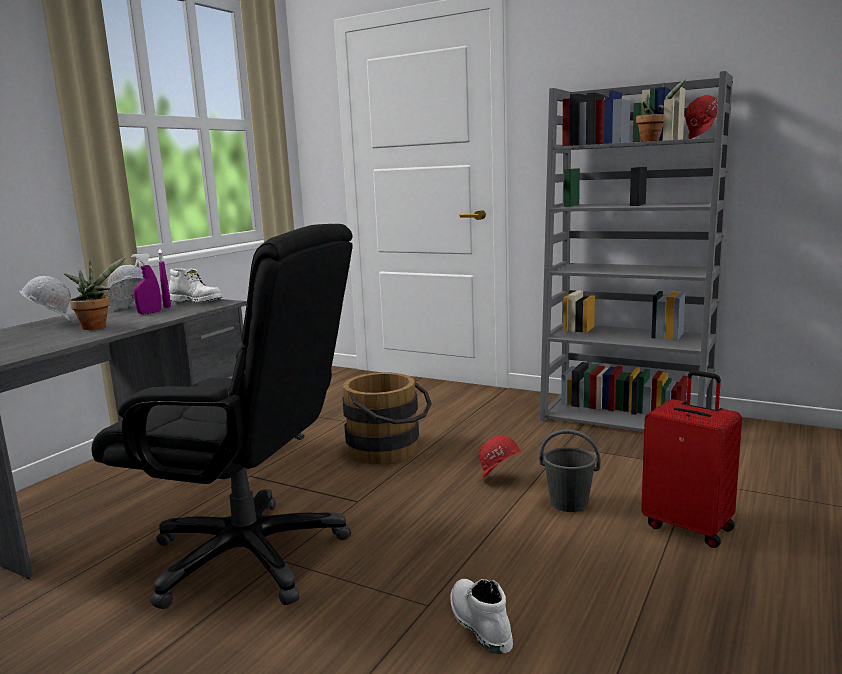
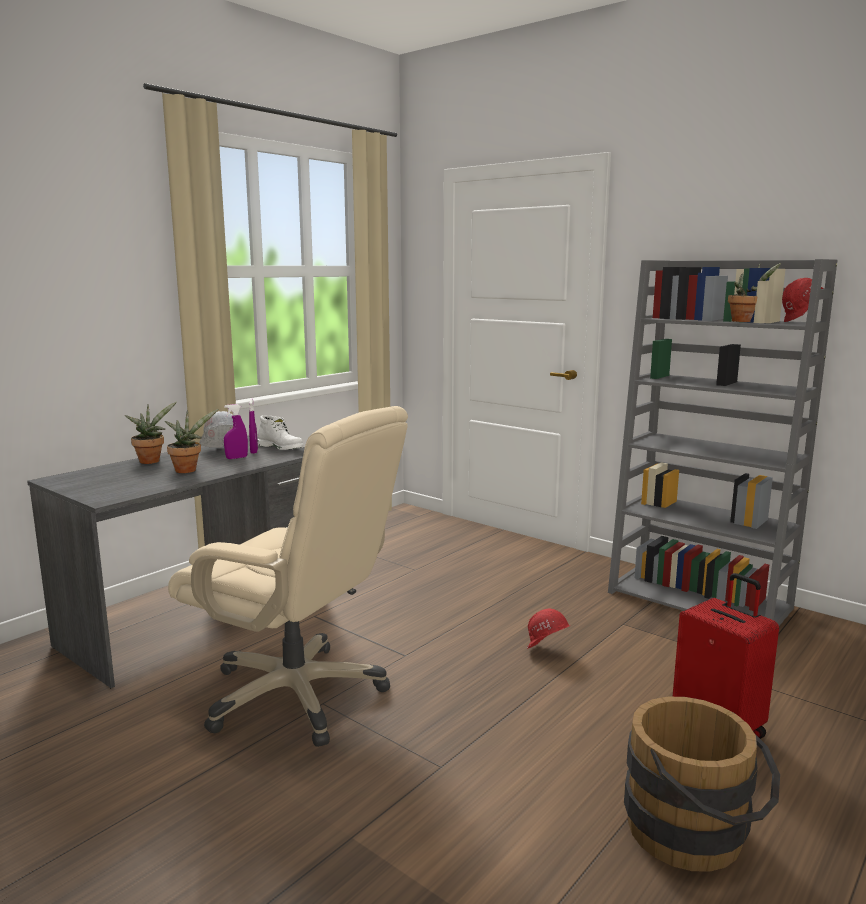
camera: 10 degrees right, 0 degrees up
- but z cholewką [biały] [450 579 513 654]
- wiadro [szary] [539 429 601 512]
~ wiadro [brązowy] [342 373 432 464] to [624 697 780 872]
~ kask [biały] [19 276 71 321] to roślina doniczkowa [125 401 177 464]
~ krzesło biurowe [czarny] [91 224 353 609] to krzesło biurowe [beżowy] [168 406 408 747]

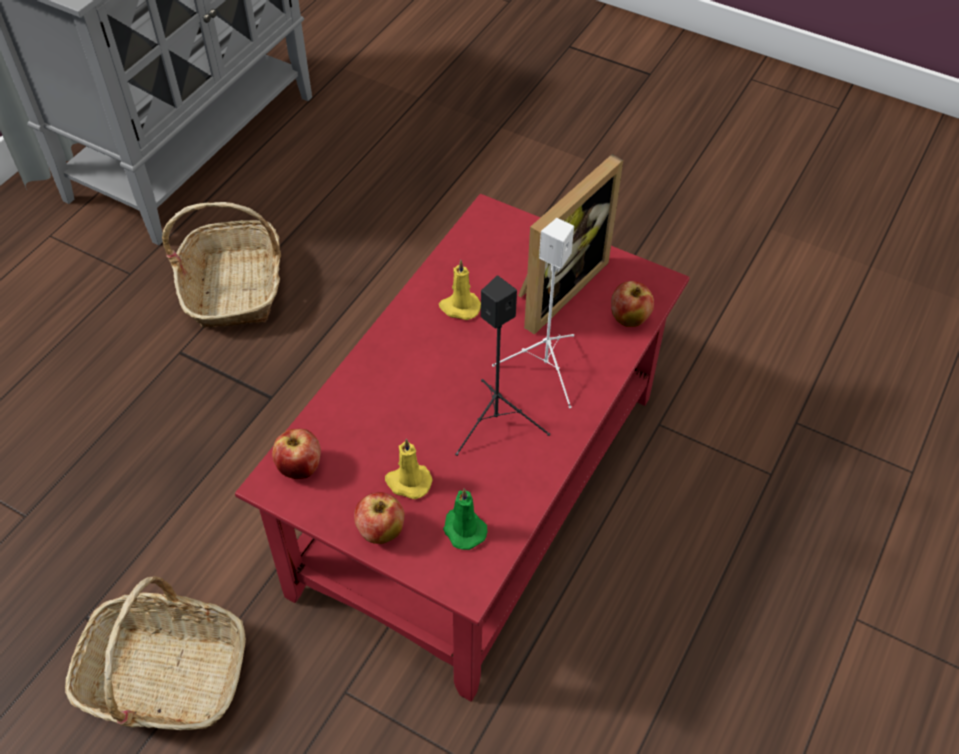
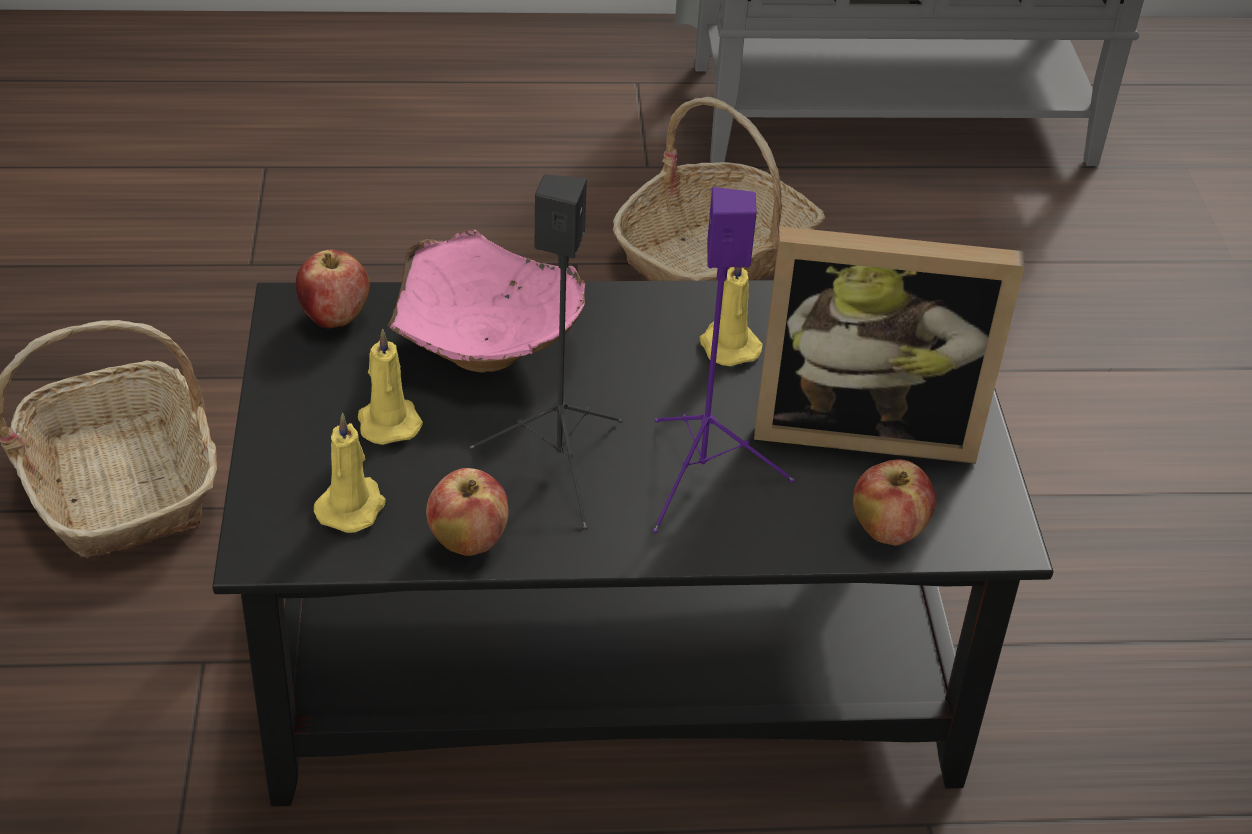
camera: 55 degrees right, 10 degrees down
+ miska [różowy] [387 229 585 372]
~ jabłko [354 492 405 544] to [426 468 508 556]
~ ława [czerwony] [235 194 690 702] to ława [czarny] [212 280 1053 806]
~ świeca [zielony] [443 488 488 550] to świeca [żółty] [314 413 386 533]
~ głośnik [biały] [492 218 574 408] to głośnik [fioletowy] [653 187 795 533]

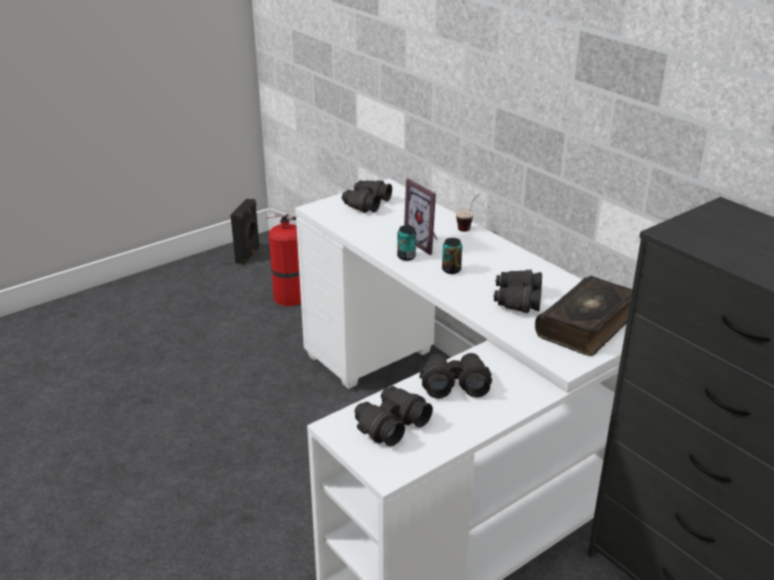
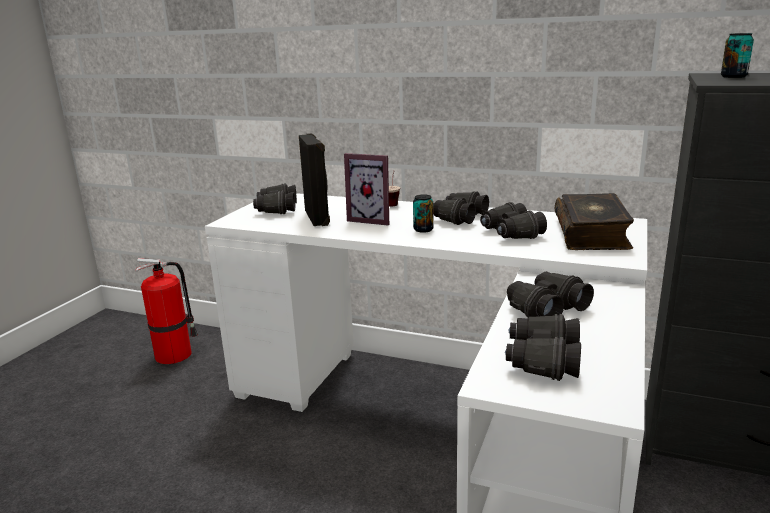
camera: 30 degrees left, 10 degrees down
+ lornetka [czarny] [433 192 489 225]
~ głośnik [czarny] [231 199 260 265] to [299 133 330 226]
~ puszka [397 225 416 261] to [721 33 754 78]

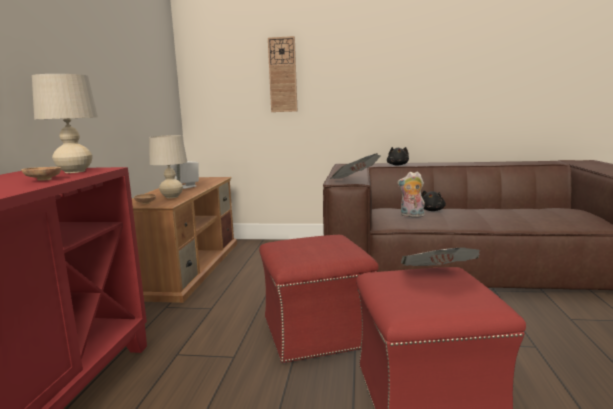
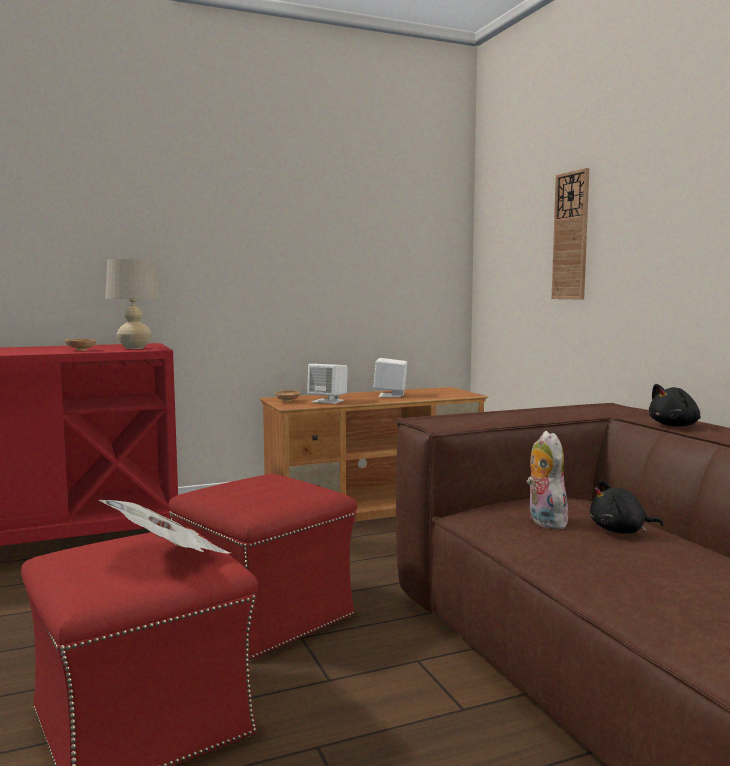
camera: 60 degrees right, 5 degrees down
- gazeta [330 153 381 179]
~ lampa stołowa [beżowy] [149 135 187 198] to głośnik [biały] [307 364 348 404]

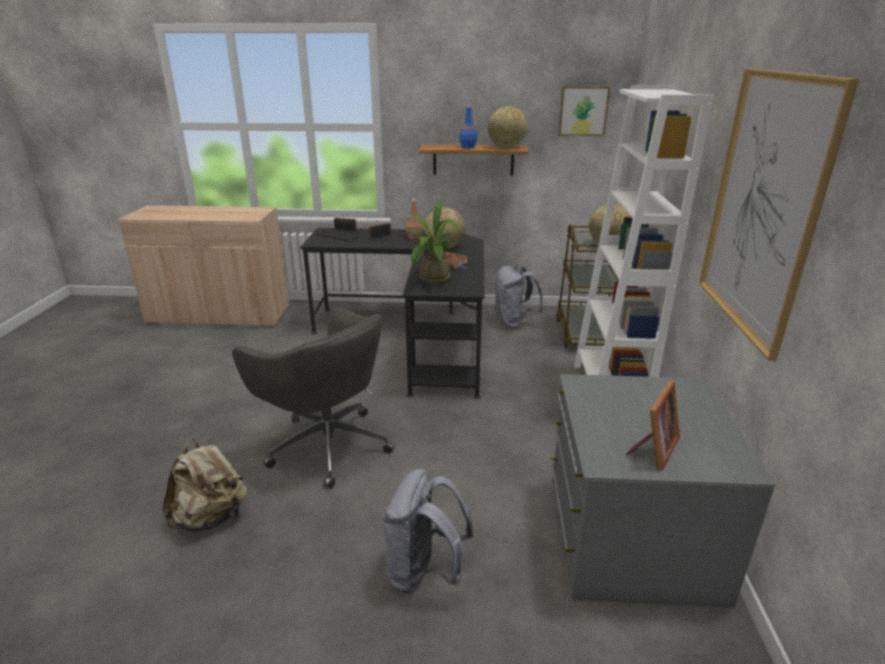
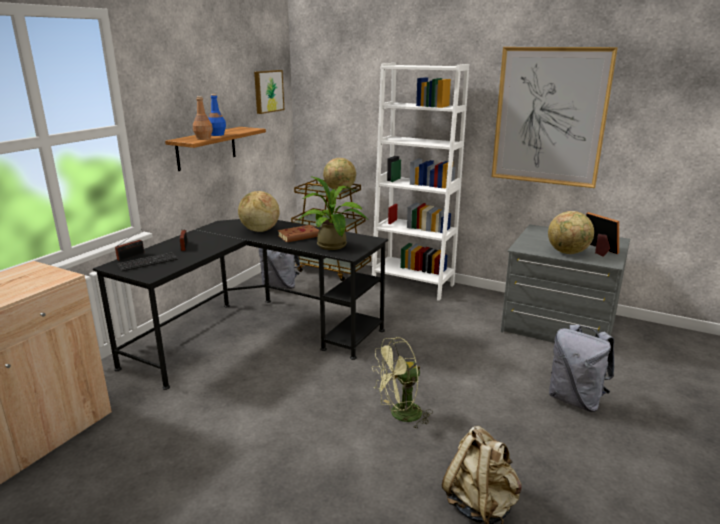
camera: 65 degrees left, 5 degrees down
~ butelka [brązowy] [406 199 423 239] to [193 96 213 140]
~ globus [488 106 528 148] to [548 211 594 254]
~ krzesło biurowe [szary] [232 308 395 489] to wentylator [zielony] [372 337 433 430]

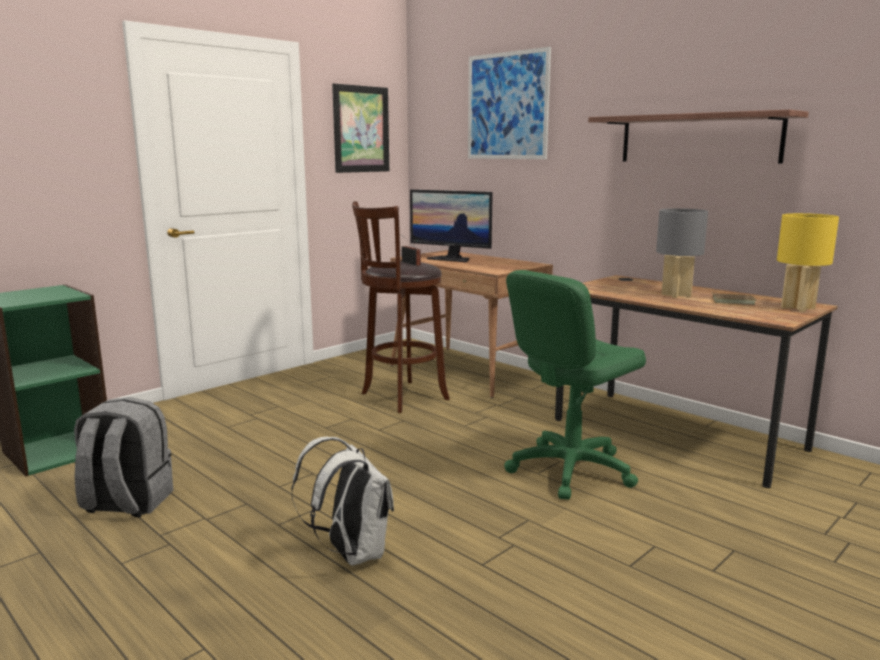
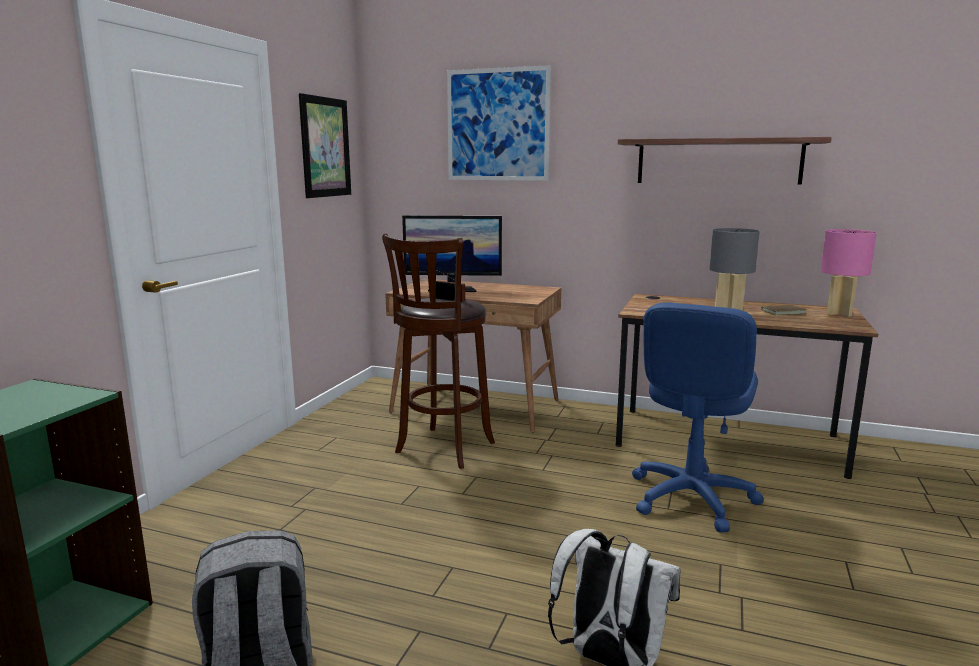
camera: 25 degrees left, 0 degrees up
~ krzesło biurowe [zielony] [504 270 646 500] to krzesło biurowe [niebieski] [632 302 764 532]
~ lampa stołowa [żółty] [777 213 839 312] to lampa stołowa [różowy] [821 229 877 317]

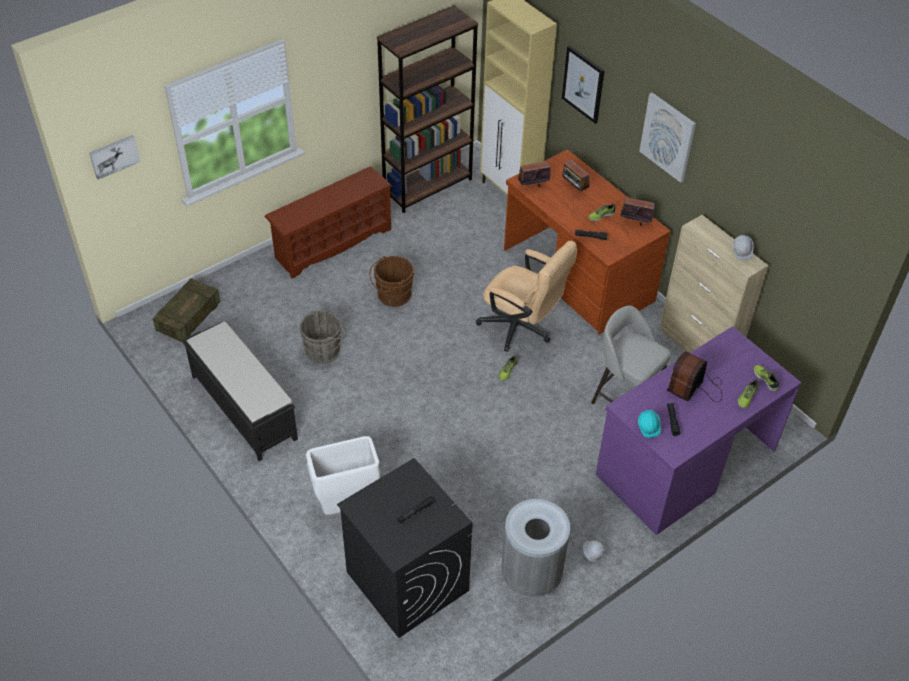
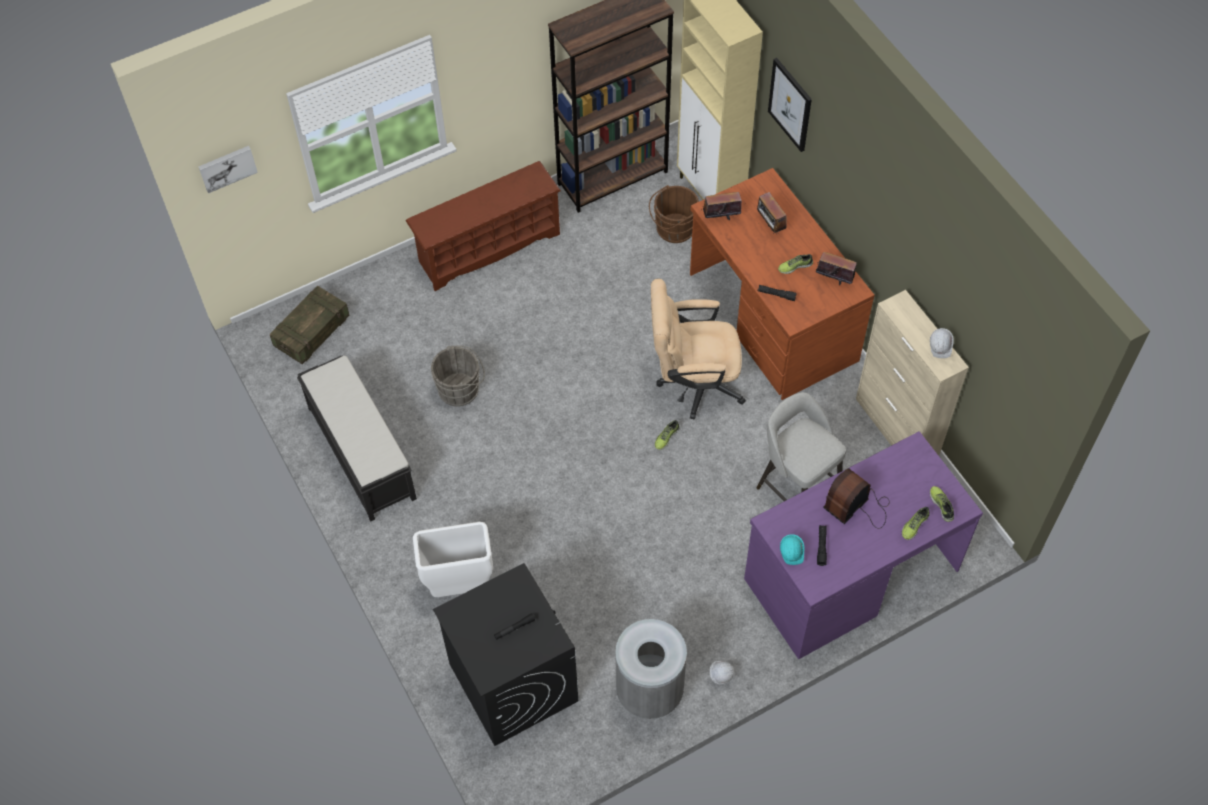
camera: 10 degrees right, 10 degrees up
- obraz [639 93 696 183]
~ wiadro [brązowy] [369 256 414 307] to [649 185 699 243]
~ krzesło biurowe [beżowy] [476 241 577 352] = [651 278 746 420] 135 degrees clockwise

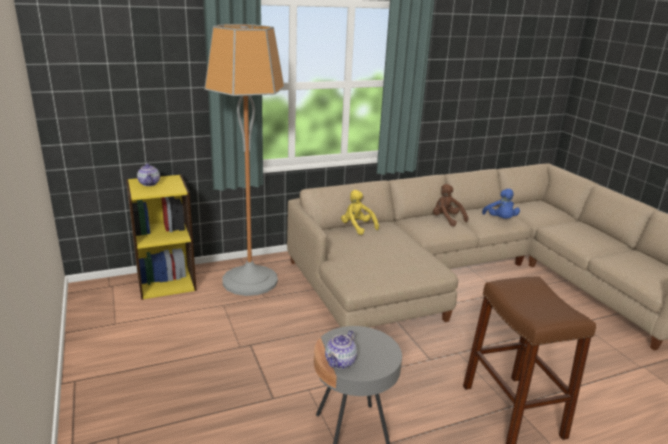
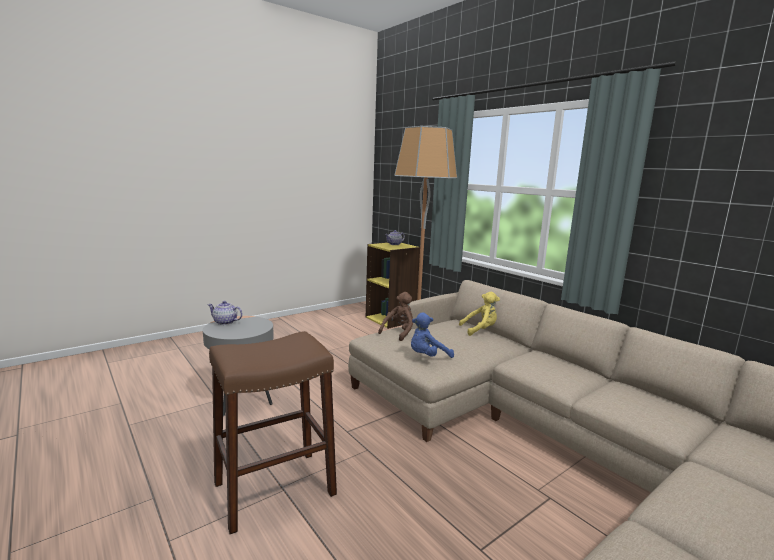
camera: 75 degrees right, 10 degrees down
~ pluszak [brązowy] [433 184 469 227] to [378 292 413 341]
~ pluszak [niebieski] [482 189 520 219] to [411 313 454 358]
~ pluszak [żółty] [341 190 379 235] = [459 292 500 336] 45 degrees clockwise

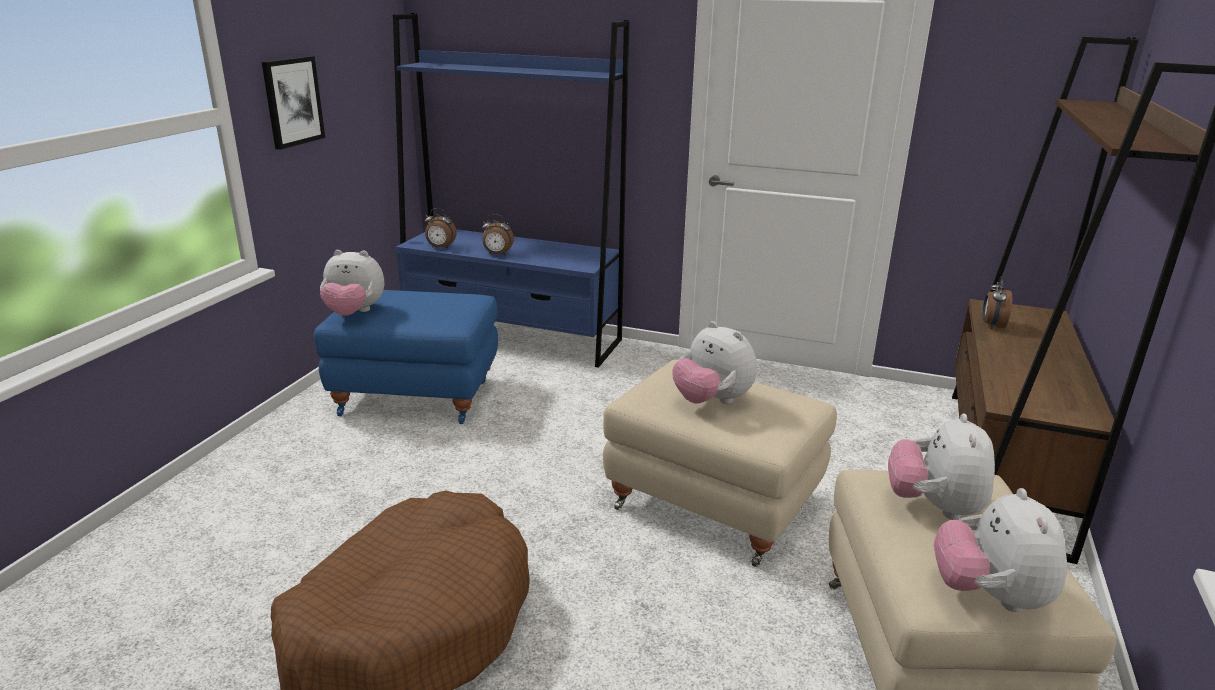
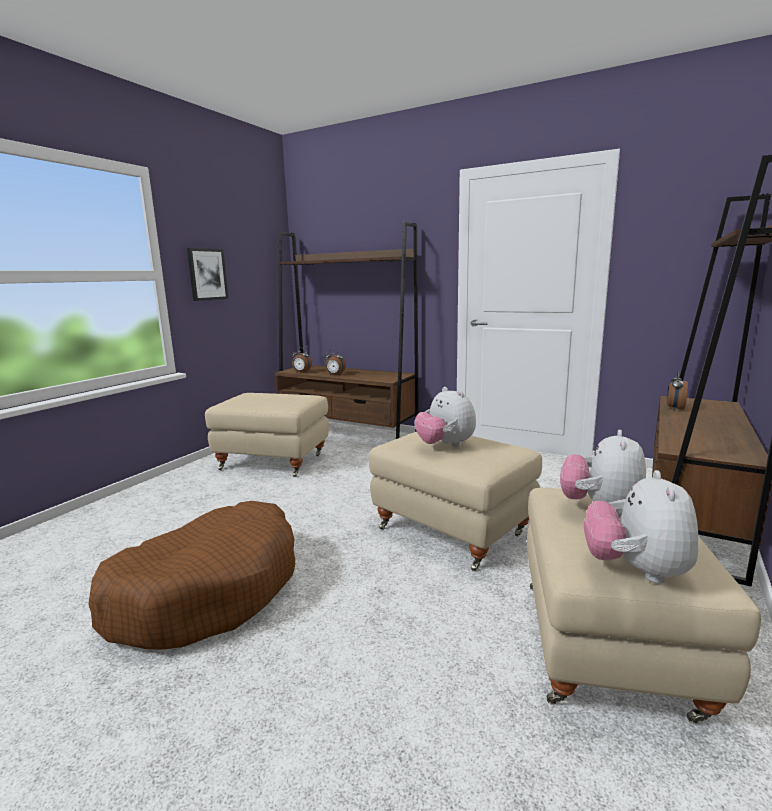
camera: 10 degrees right, 10 degrees down
- pluszak [320 250 384 316]
~ pufa [niebieski] [314 290 498 424] to pufa [beżowy] [205 393 329 477]
~ regał [niebieski] [393 13 629 368] to regał [brązowy] [275 221 419 439]

